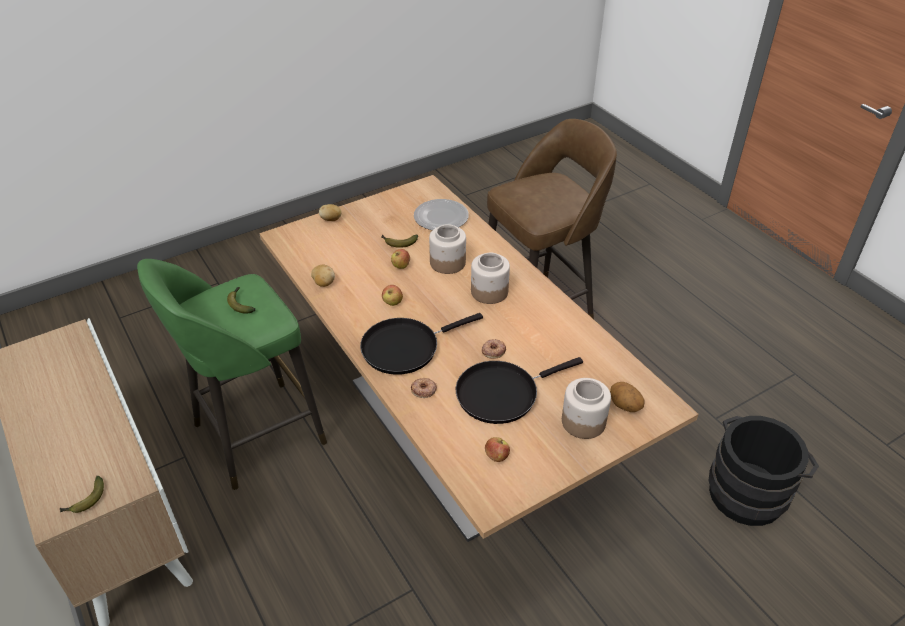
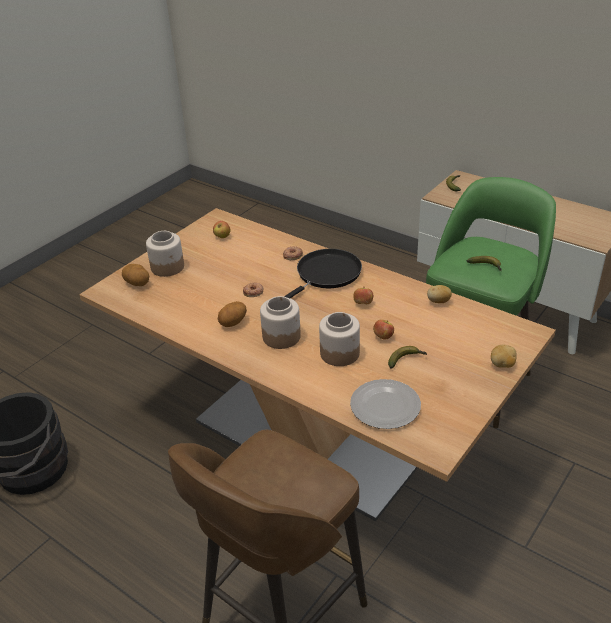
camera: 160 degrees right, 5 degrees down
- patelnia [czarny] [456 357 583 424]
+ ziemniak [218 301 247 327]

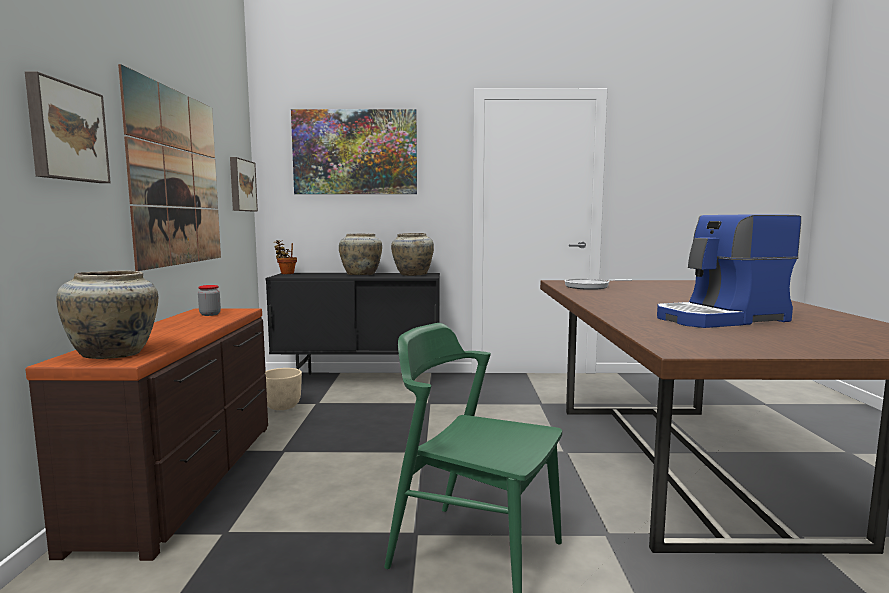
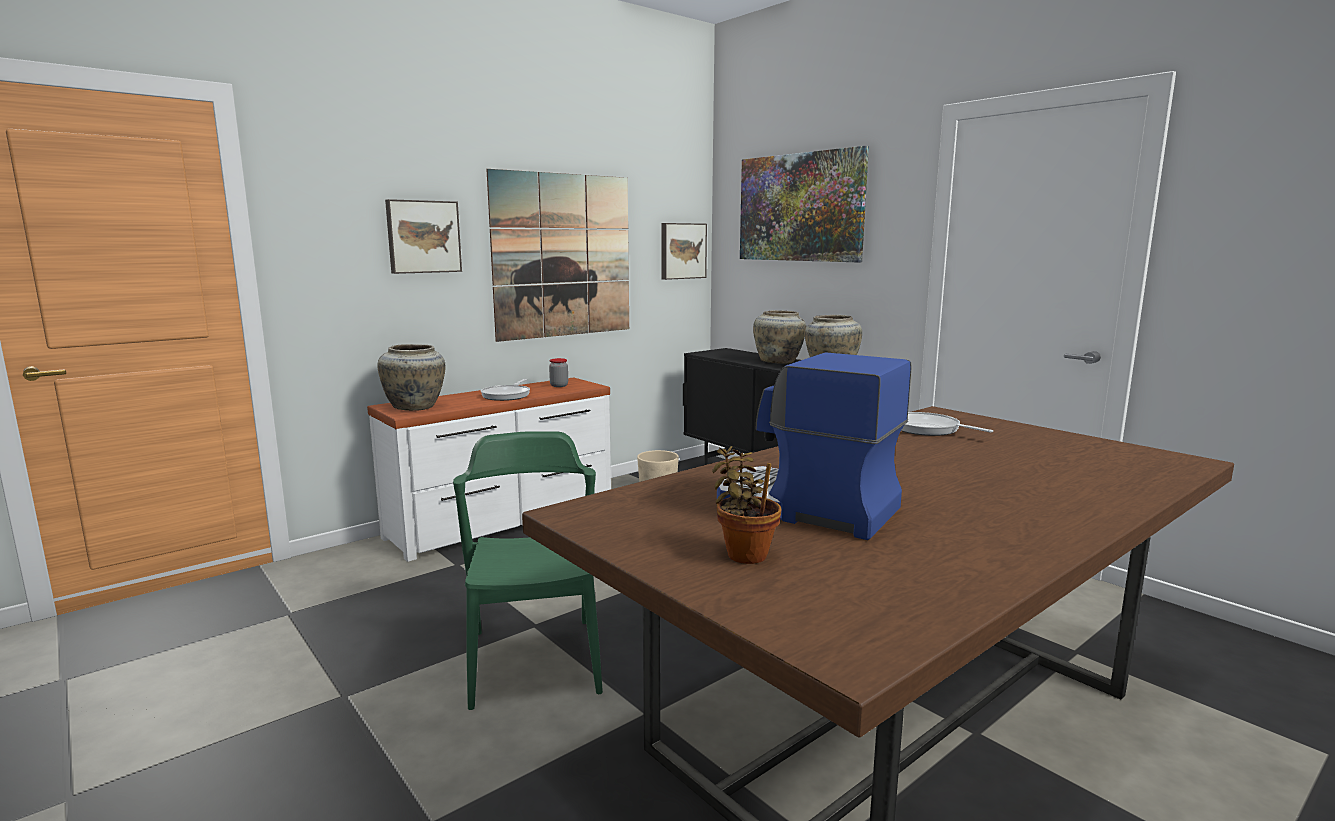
camera: 50 degrees right, 5 degrees up
+ patelnia [481 379 530 401]
~ roślina doniczkowa [273 240 297 274] to [712 446 782 564]
~ komoda [brązowy] [25 308 268 561] to komoda [biały] [367 377 611 562]

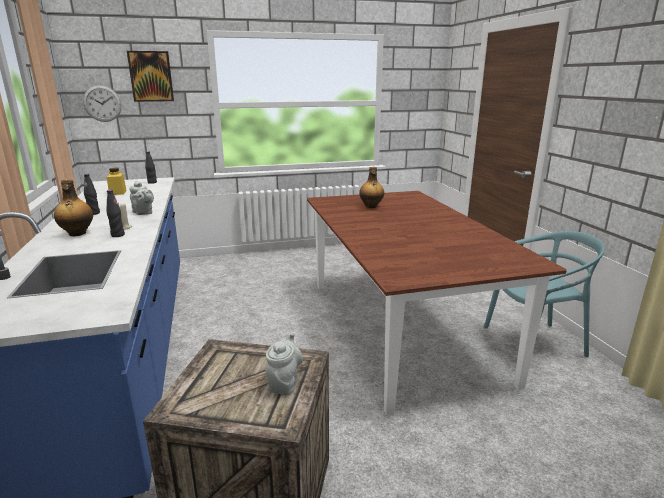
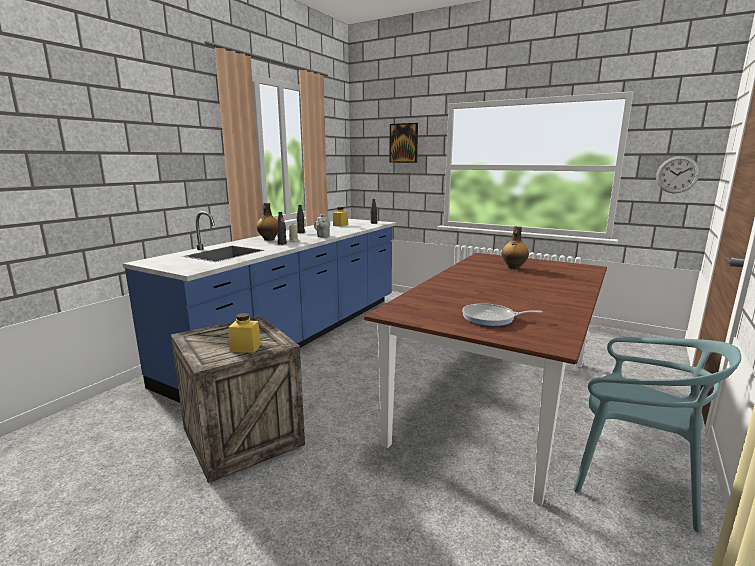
camera: 45 degrees right, 5 degrees down
+ patelnia [462 303 542 326]
~ zegar ścienny [83 85 122 122] to [656 156 700 193]
~ imbryk [szary] [265 332 303 395] to słoik [żółty] [228 313 261 353]

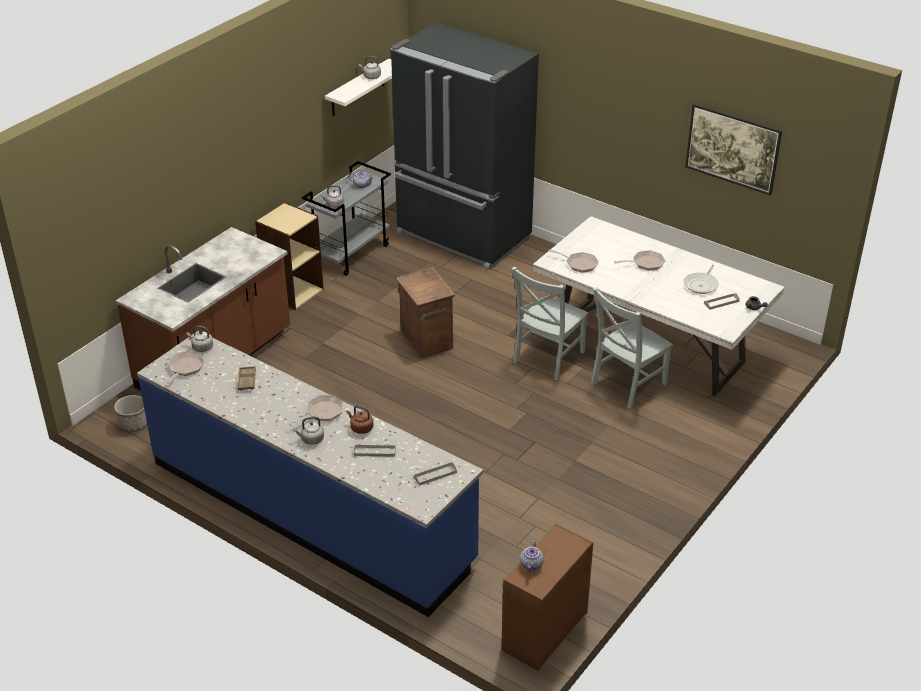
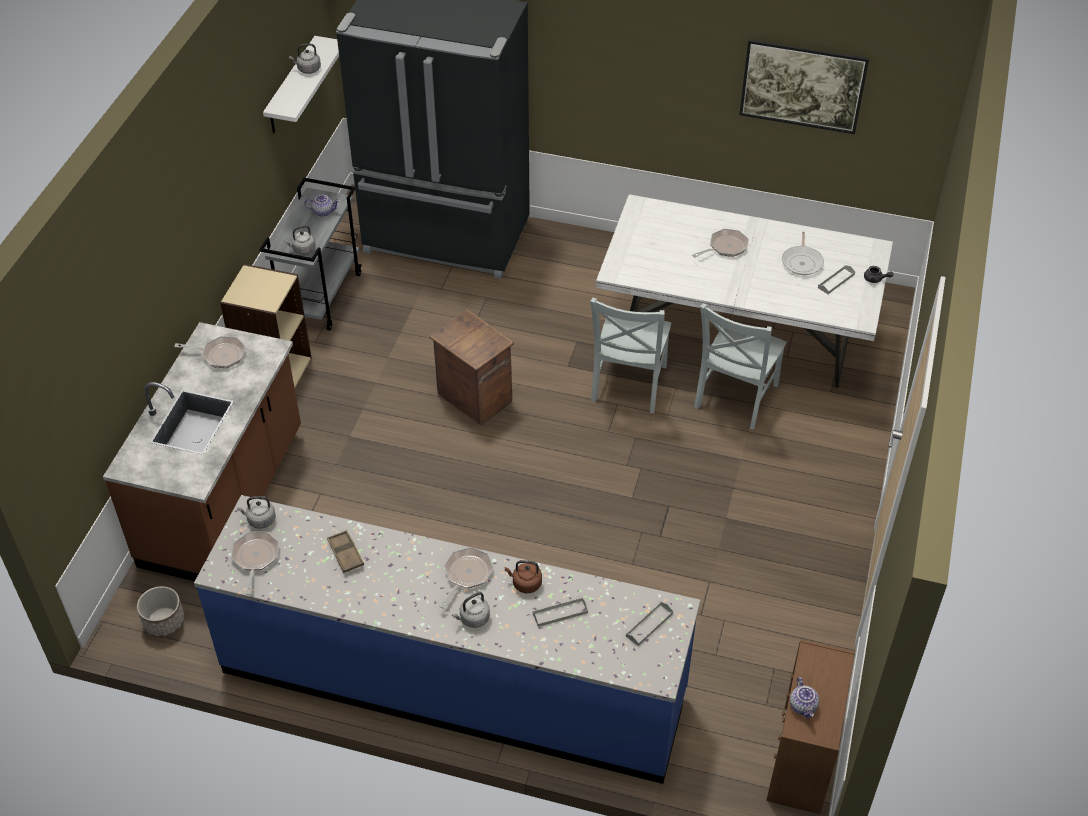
camera: 20 degrees left, 10 degrees up
~ patelnia [549 249 599 273] to [174 336 246 368]

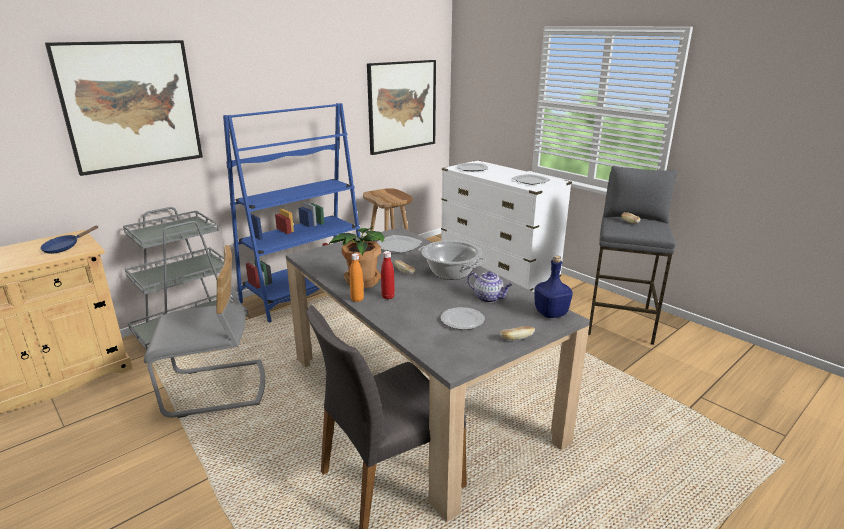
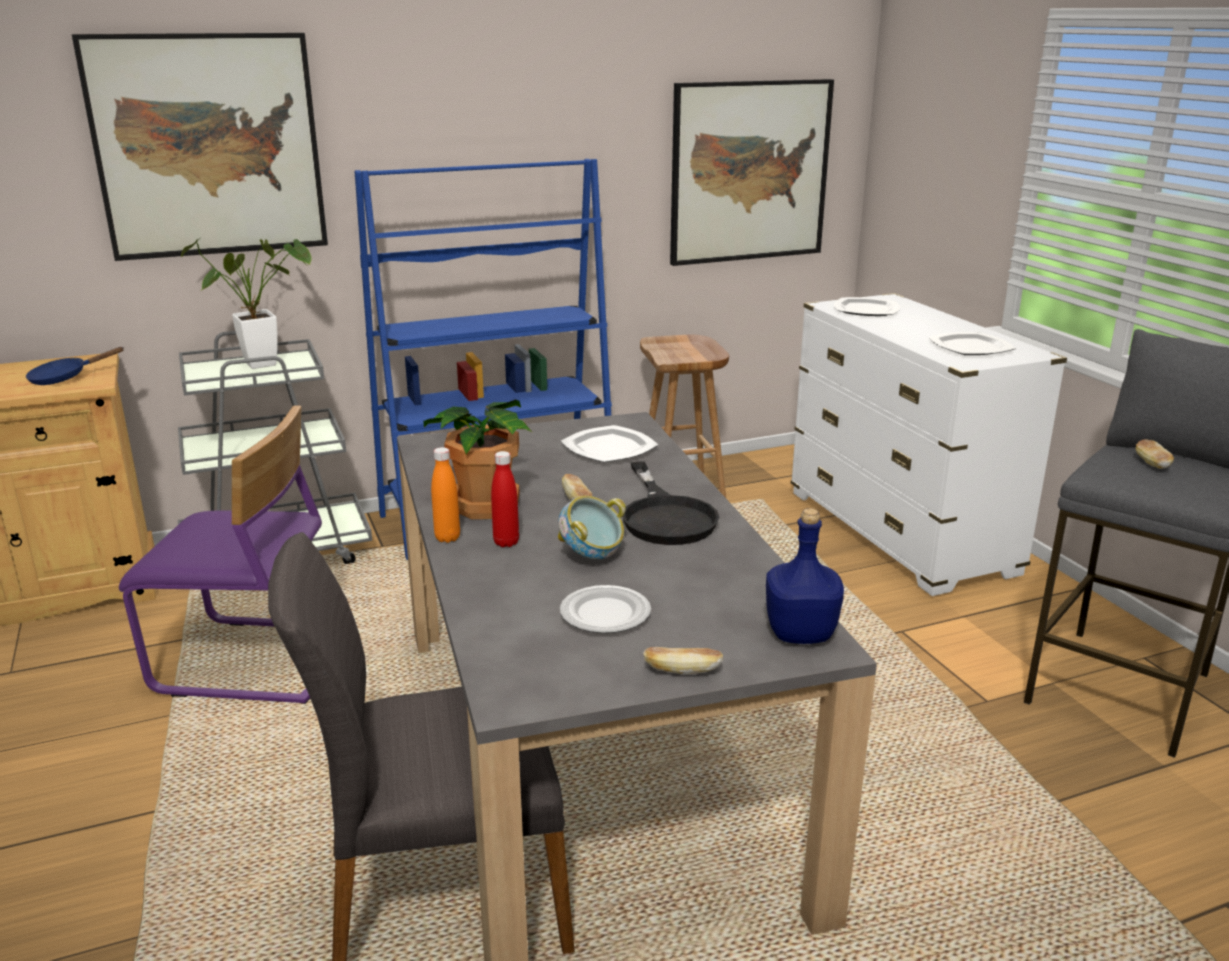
camera: 20 degrees right, 0 degrees up
- imbryk [467 271 512 303]
+ roślina doniczkowa [181 238 311 369]
+ miska [558 496 626 559]
~ garnek [418 240 486 280] to patelnia [czarny] [622 461 719 545]
~ krzesło [szary] [144 245 265 418] to krzesło [fioletowy] [119 405 322 704]

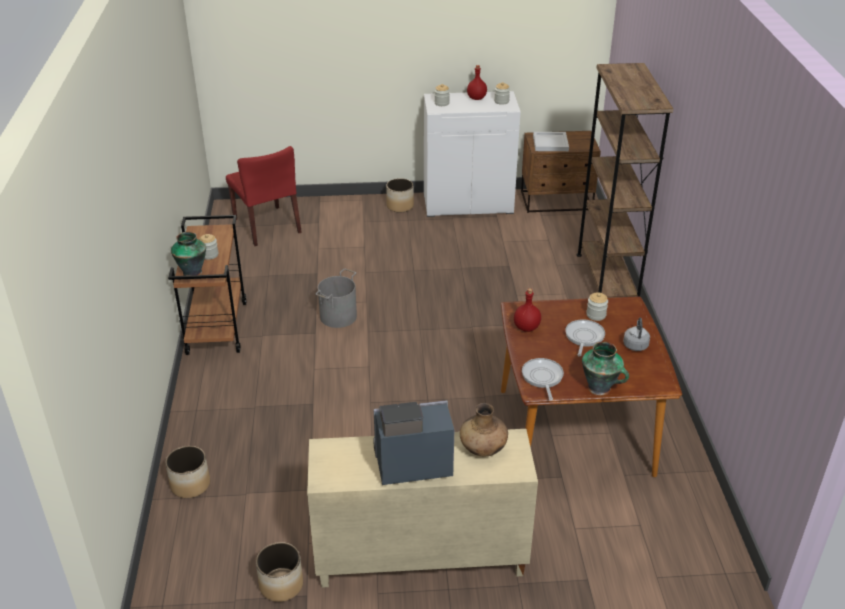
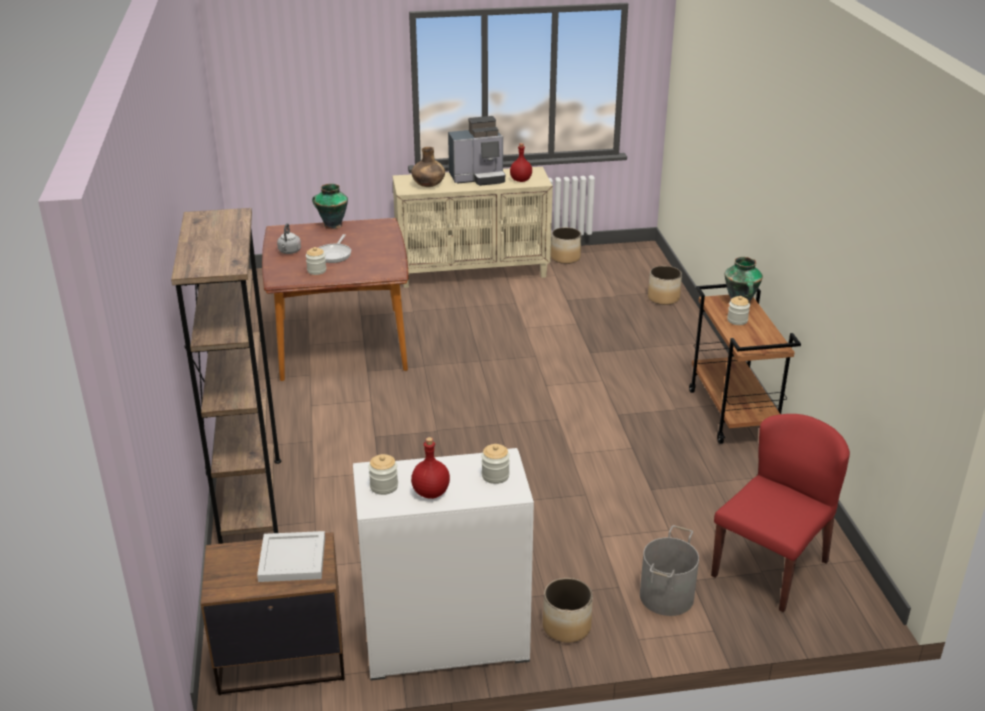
camera: 175 degrees right, 5 degrees down
- patelnia [522 358 564 400]
~ wiadro [szary] [316 269 357 328] to [640 525 699 616]
~ butelka [czerwony] [514 288 541 332] to [510 143 532 182]
~ krzesło [czerwony] [226 146 302 246] = [711 414 850 612] 75 degrees clockwise

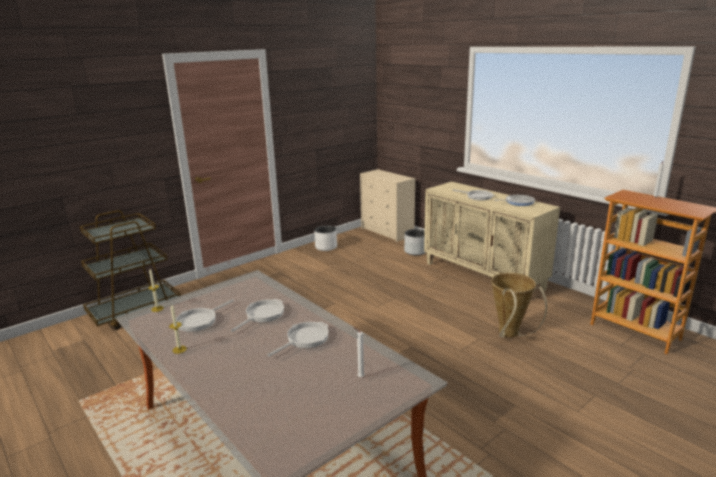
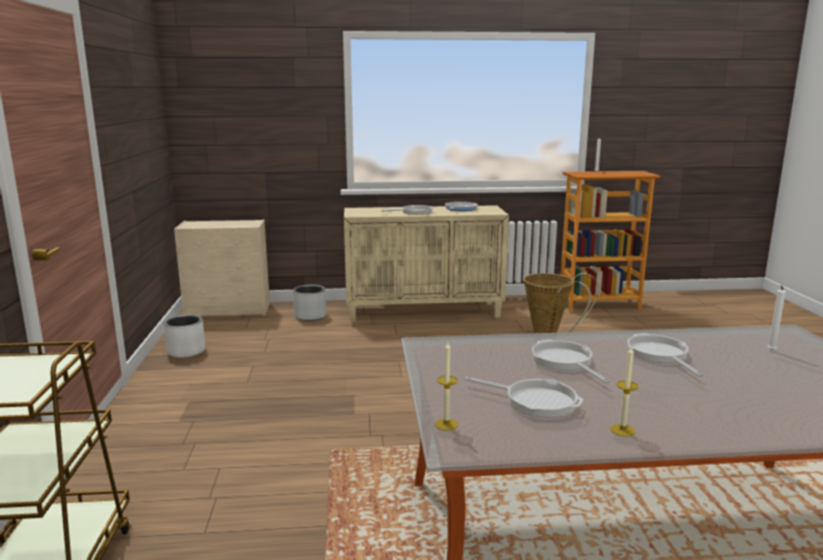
camera: 55 degrees left, 5 degrees down
~ patelnia [176 299 234 332] = [465 377 583 418] 45 degrees counterclockwise

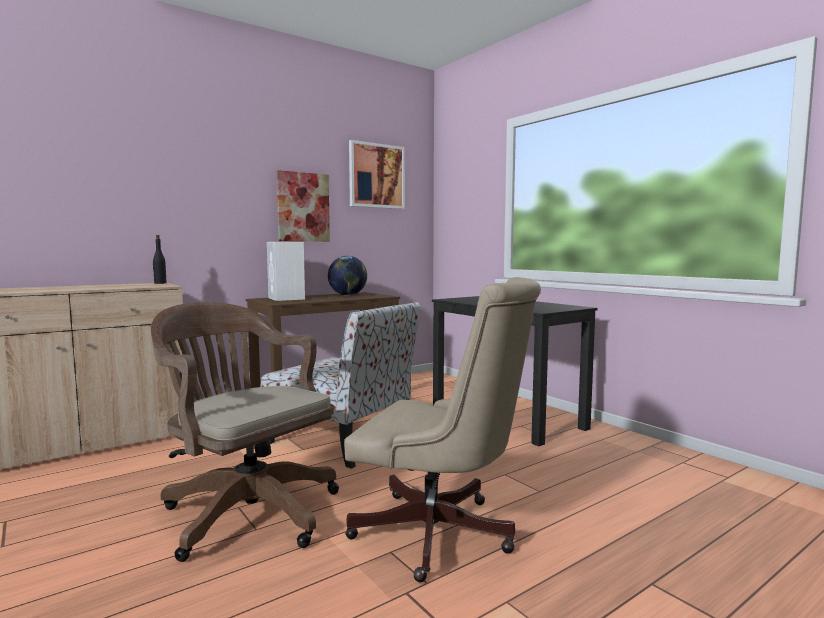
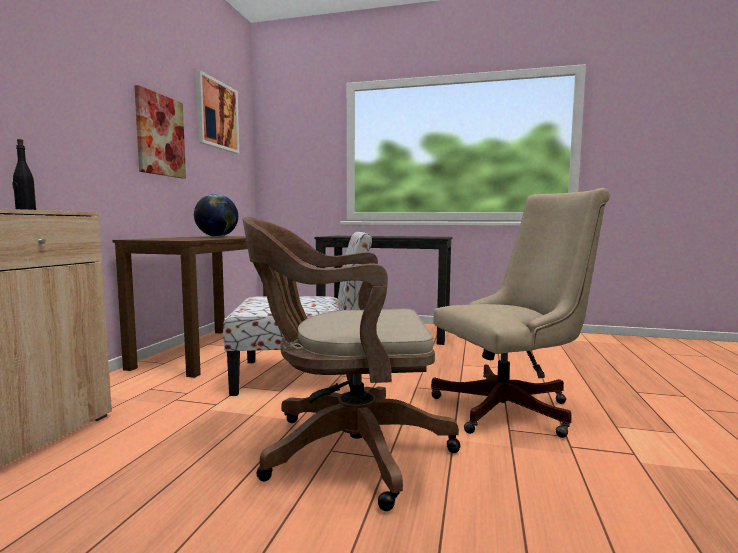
camera: 40 degrees left, 0 degrees up
- głośnik [biały] [267 242 305 301]

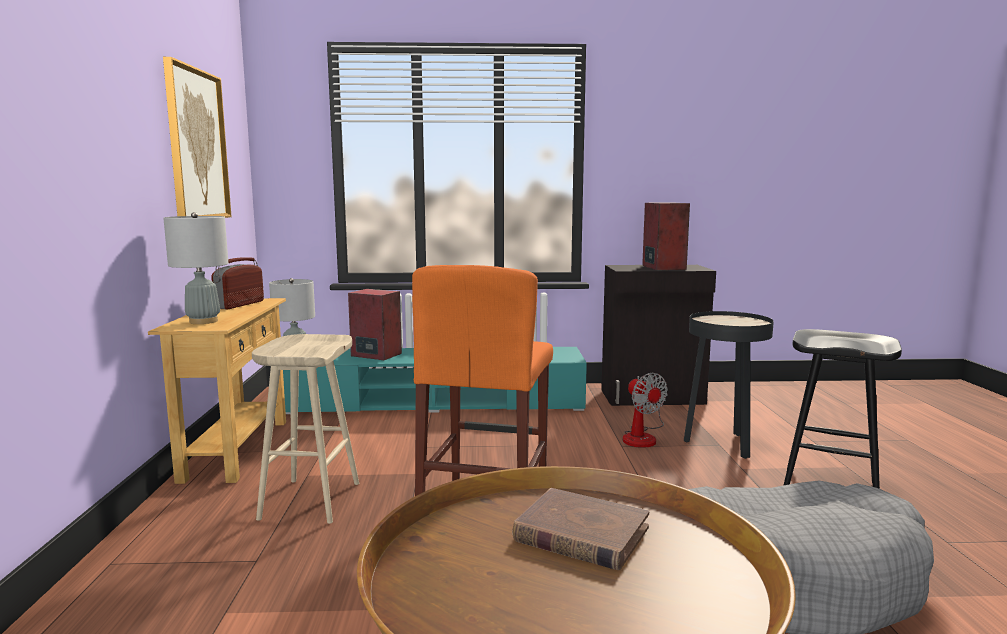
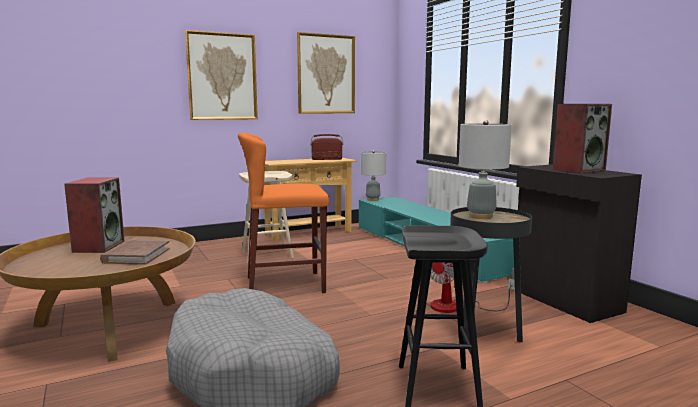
camera: 65 degrees right, 0 degrees up
+ obraz [185 30 258 120]
~ lampa stołowa [szary] [163 212 228 324] to [459 120 512 219]
~ głośnik [348 289 402 360] to [64 178 124 253]

